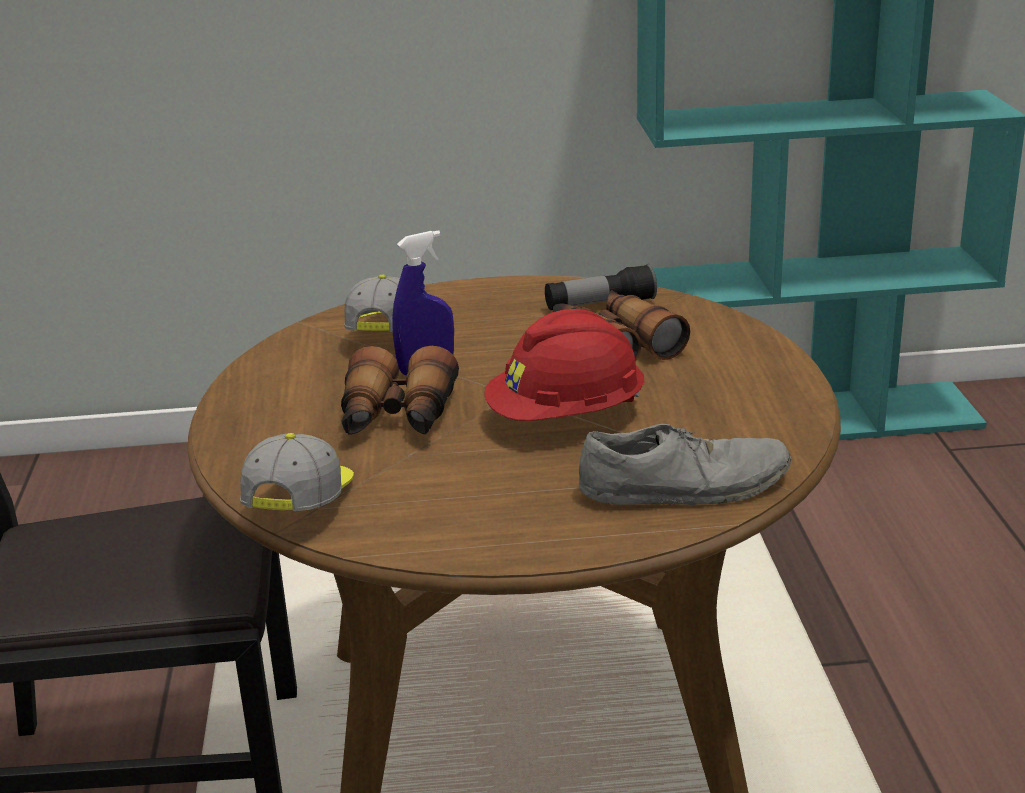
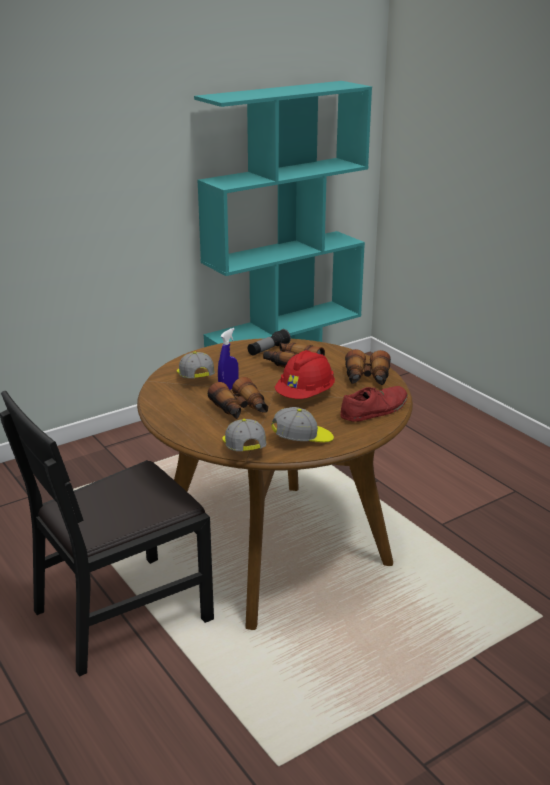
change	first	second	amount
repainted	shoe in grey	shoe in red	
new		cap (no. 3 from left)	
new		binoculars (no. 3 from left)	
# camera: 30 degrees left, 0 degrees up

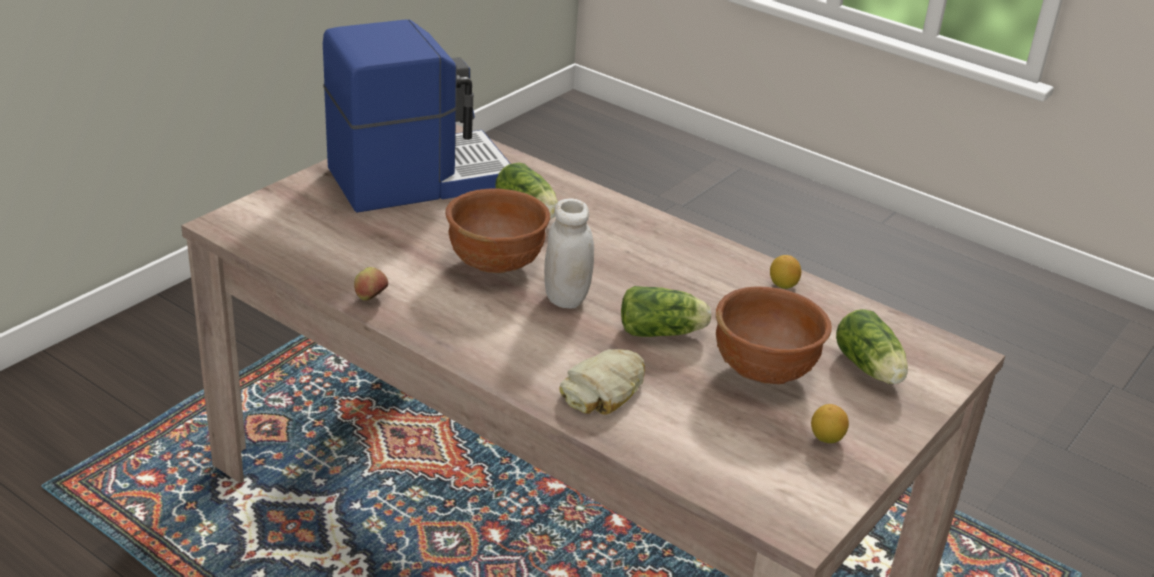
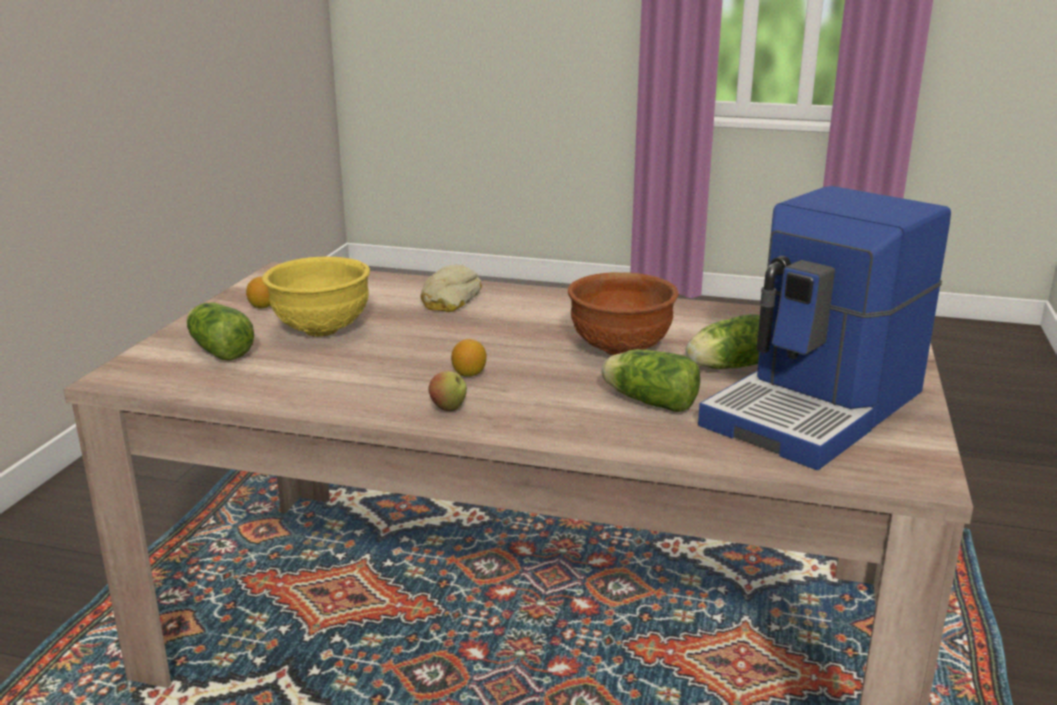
change	first	second	amount
shifted	apple		
gone	jar in white		
shifted	lettuce (no. 2 from left in the first image)	lettuce (no. 3 from left)	
repainted	bowl in brown (no. 2 from left)	bowl in yellow	
shifted	lemon (no. 1 from left in the first image)	lemon (no. 2 from left)	
# camera: 160 degrees right, 10 degrees down

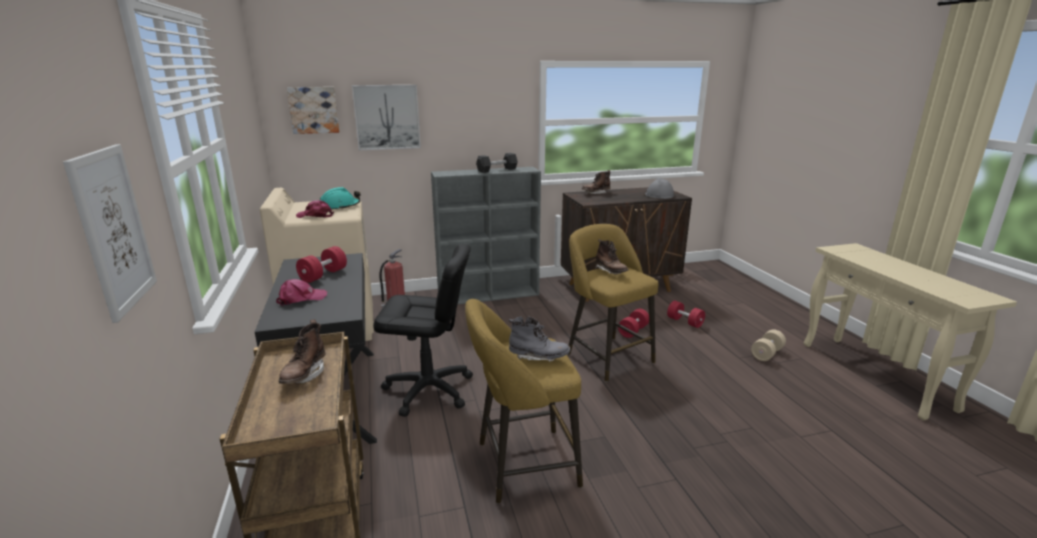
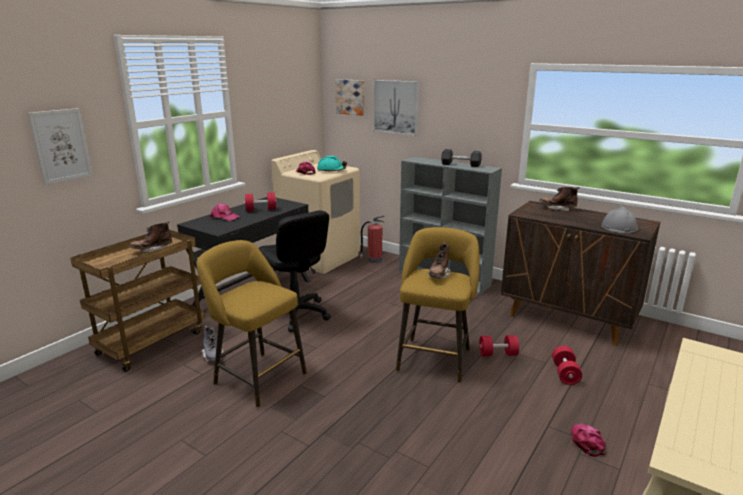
change	first	second	amount
shifted	boot in grey		
swapped	dumbbell in beige	cap in pink (no. 3 from left)	
# camera: 50 degrees right, 0 degrees up

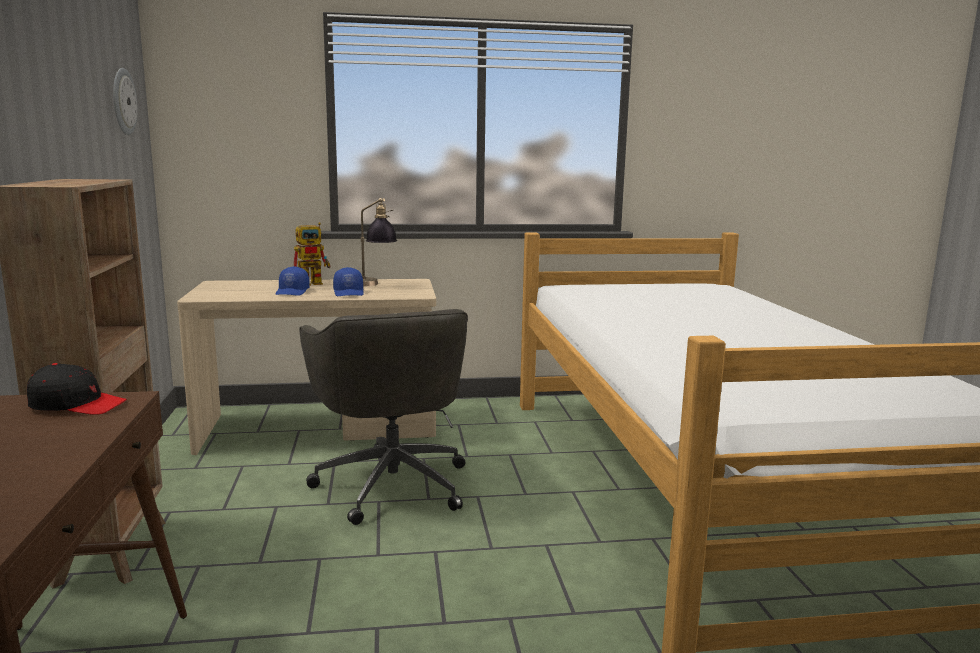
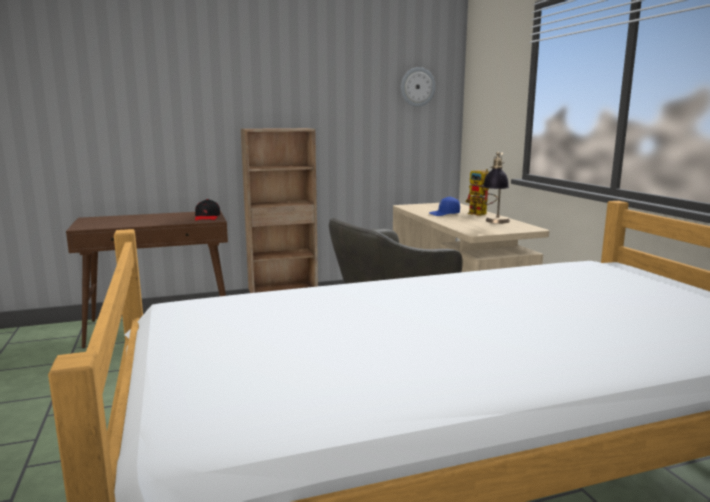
change	first	second	amount
gone	cap in blue (no. 2 from left)		
# camera: 80 degrees right, 0 degrees up

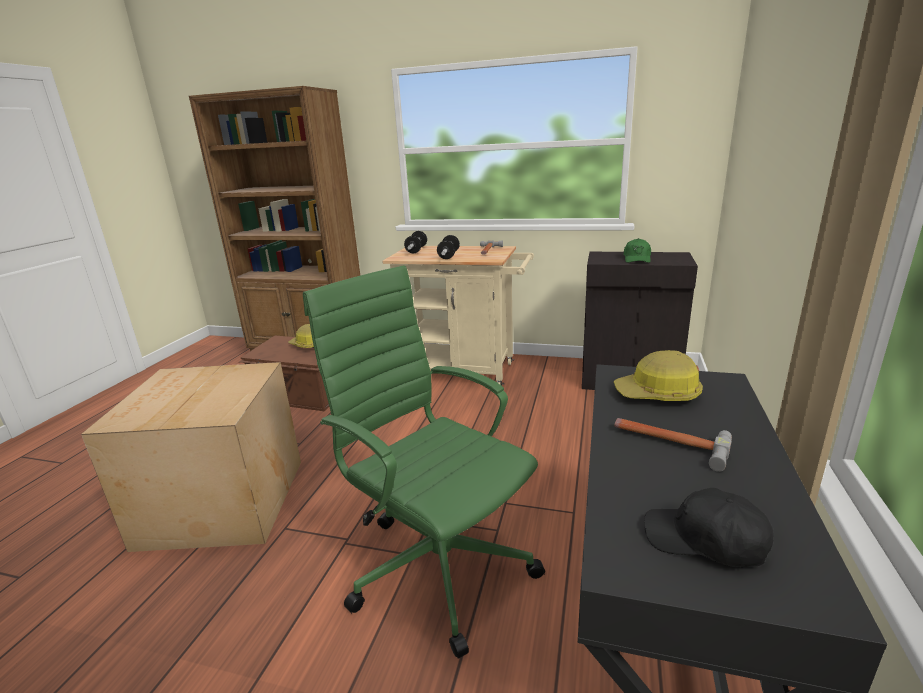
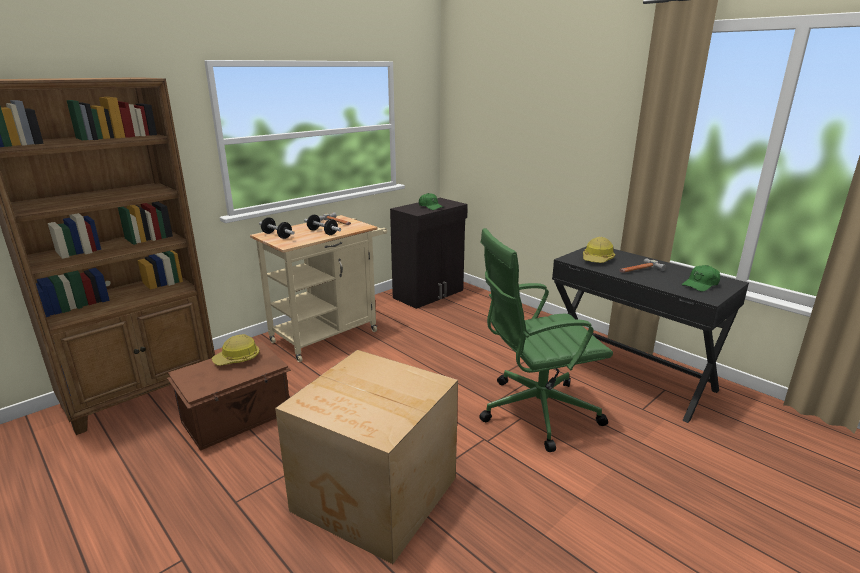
change	first	second	amount
repainted	cap in black	cap in green (no. 2 from left)	
# camera: 60 degrees left, 0 degrees up

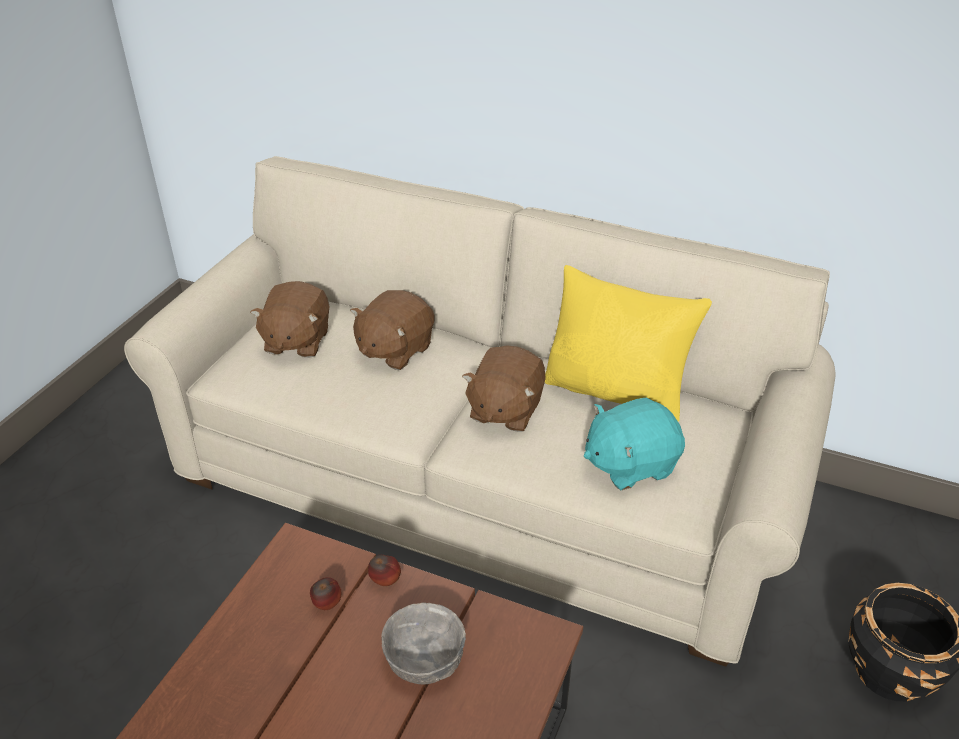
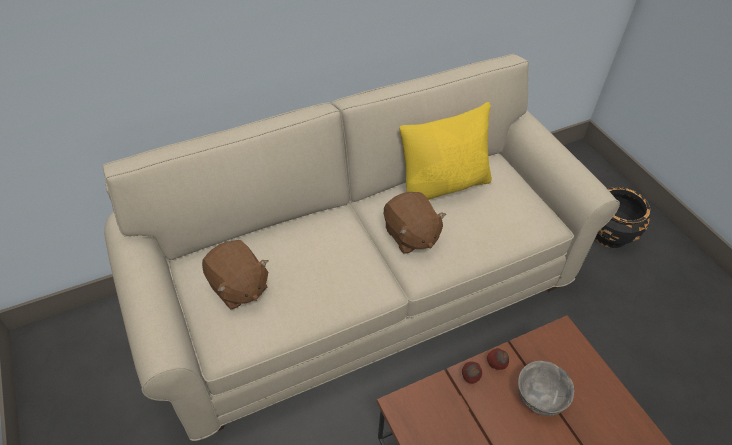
change	first	second	amount
shifted	apple (no. 1 from left in the first image)	apple (no. 2 from left)	
gone	plush toy in brown (no. 2 from left)		
gone	plush toy in turquoise		
# camera: 50 degrees left, 10 degrees up

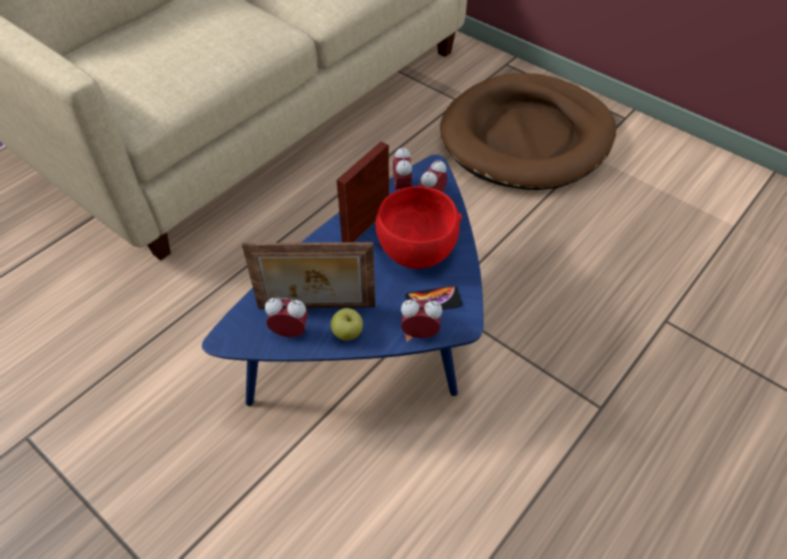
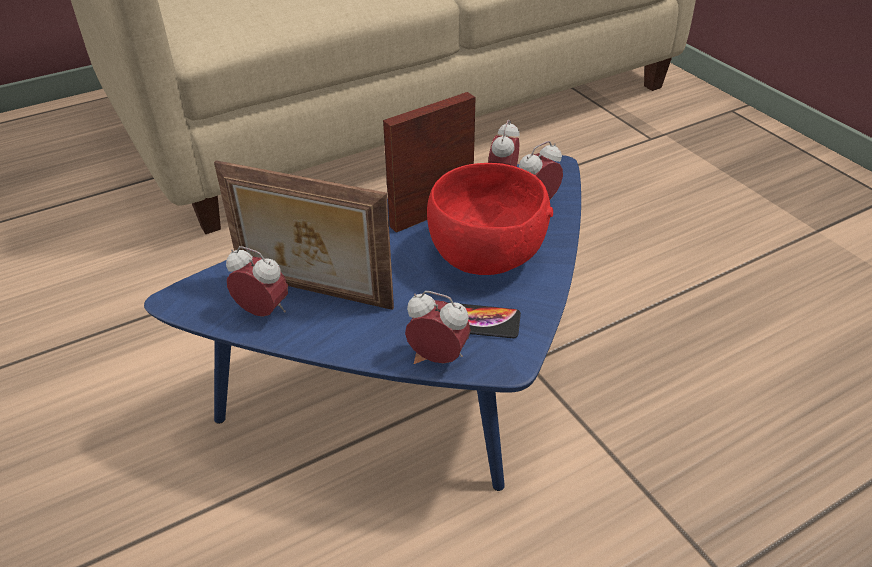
change	first	second	amount
gone	apple		
gone	dog bed in brown		
# camera: 20 degrees right, 10 degrees down

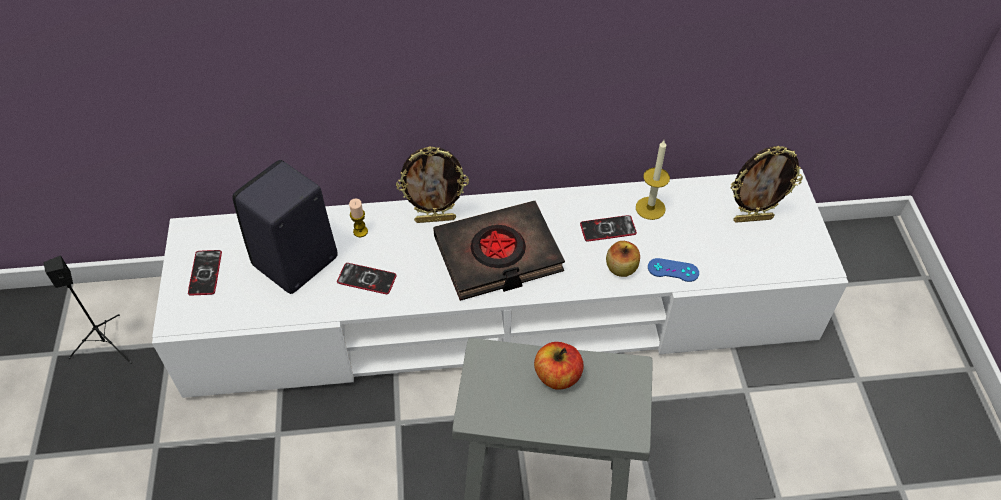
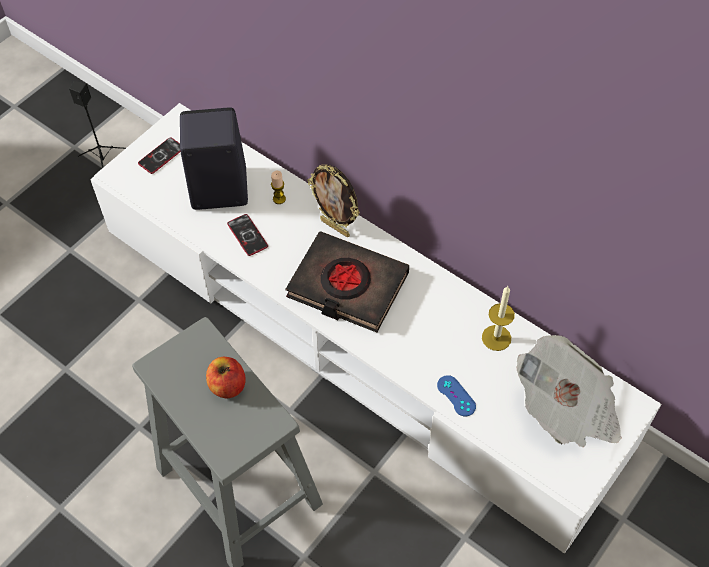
change	first	second	amount
gone	phone (no. 3 from left)		
gone	apple (no. 2 from left)		
swapped	picture frame (no. 2 from left)	newspaper	
# camera: 45 degrees right, 5 degrees up

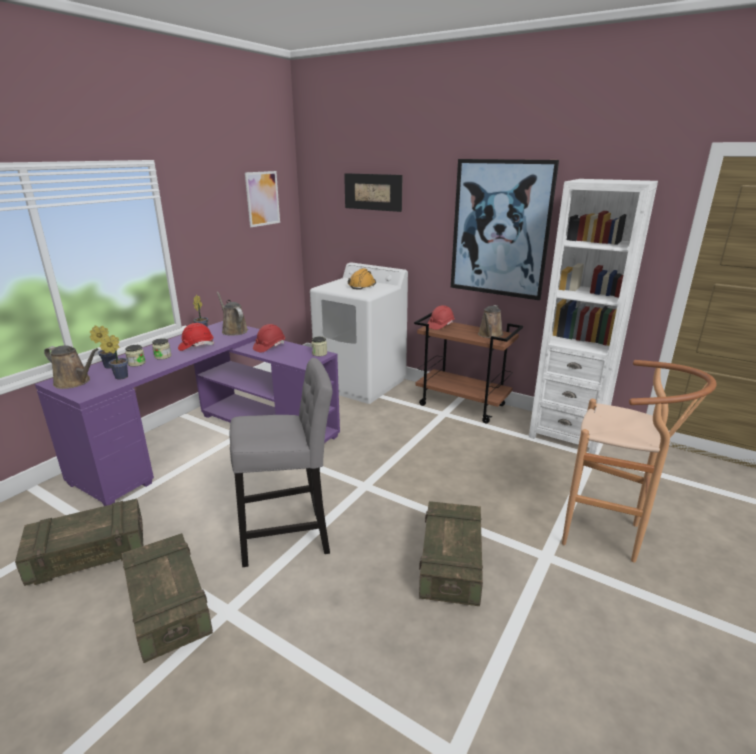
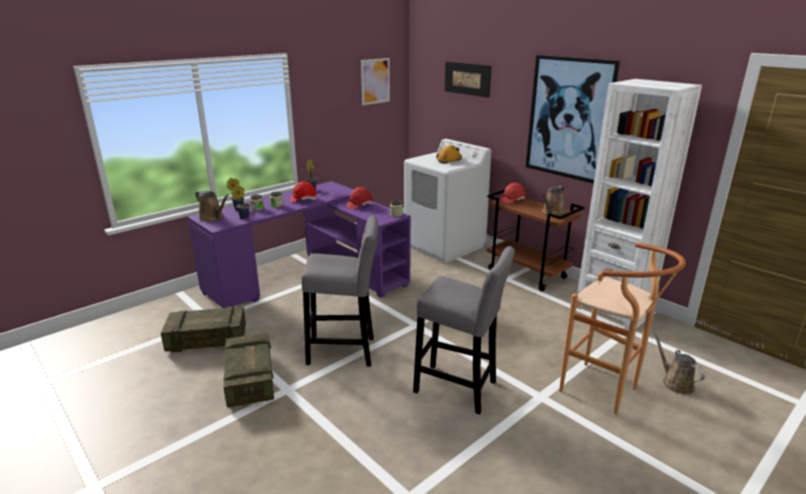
change	first	second	amount
shifted	watering can in brown (no. 2 from left in the first image)	watering can in brown (no. 3 from left)	
swapped	crate (no. 3 from left)	stool in grey (no. 2 from left)	
# camera: 15 degrees right, 0 degrees up

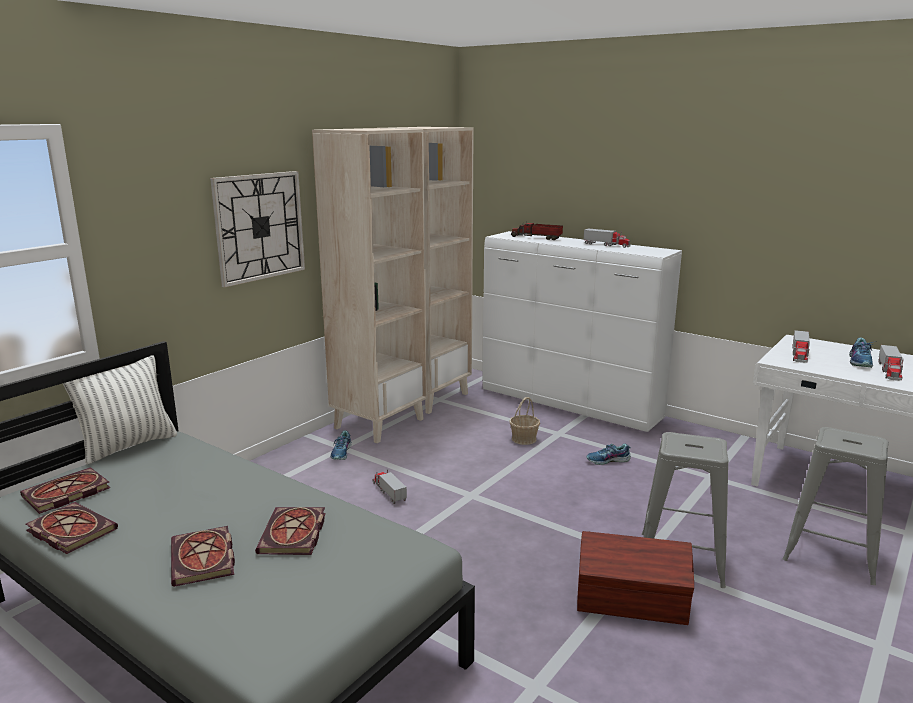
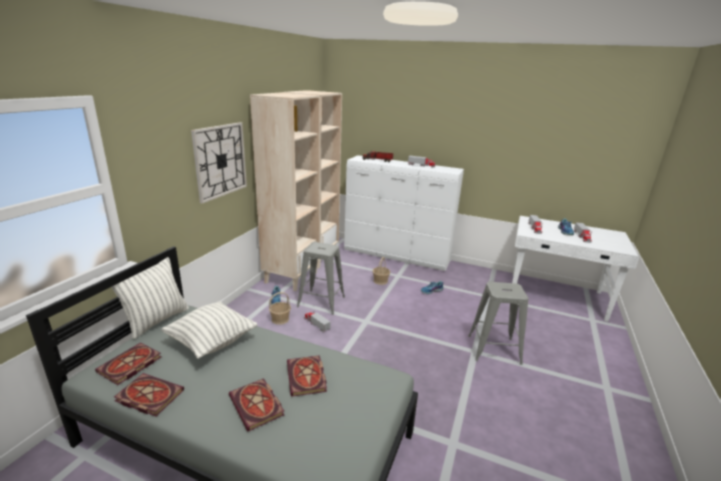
change	first	second	amount
gone	storage box in brown		
shifted	stool in grey (no. 2 from left in the first image)	stool in grey (no. 1 from left)	
new		pillow (no. 2 from left)	
new		basket (no. 1 from left)	
# camera: 15 degrees left, 5 degrees up

